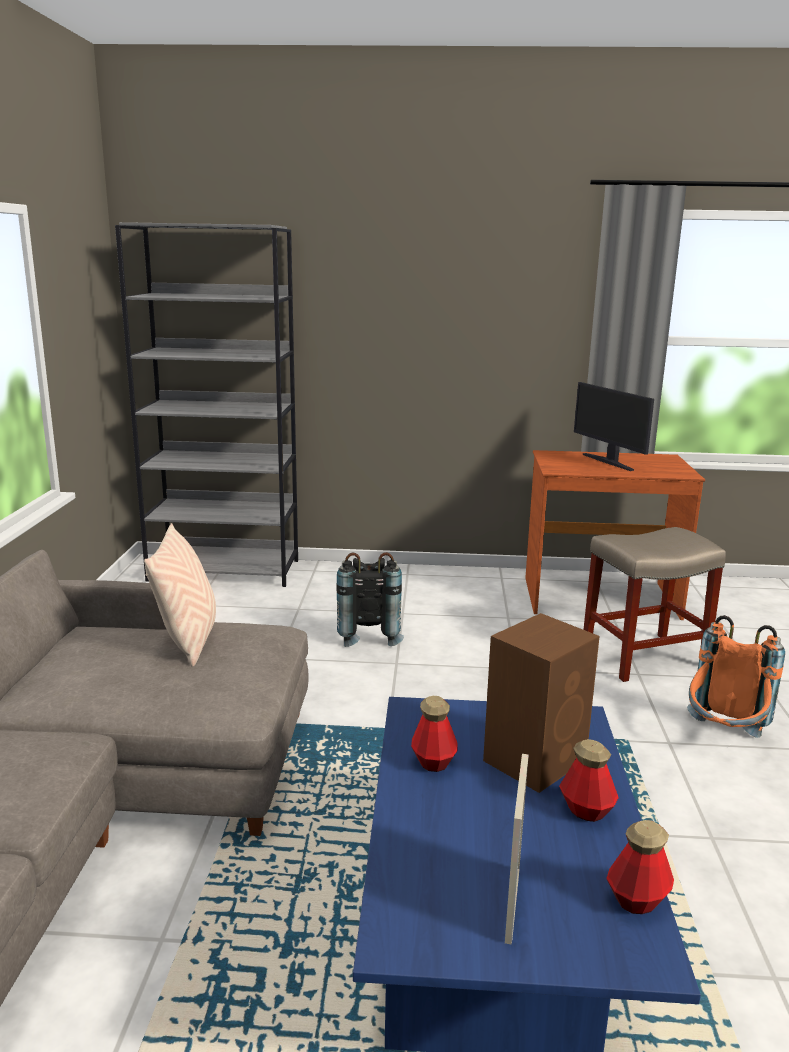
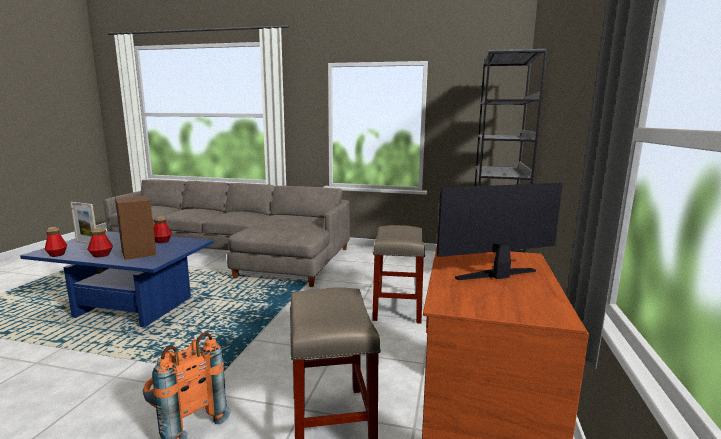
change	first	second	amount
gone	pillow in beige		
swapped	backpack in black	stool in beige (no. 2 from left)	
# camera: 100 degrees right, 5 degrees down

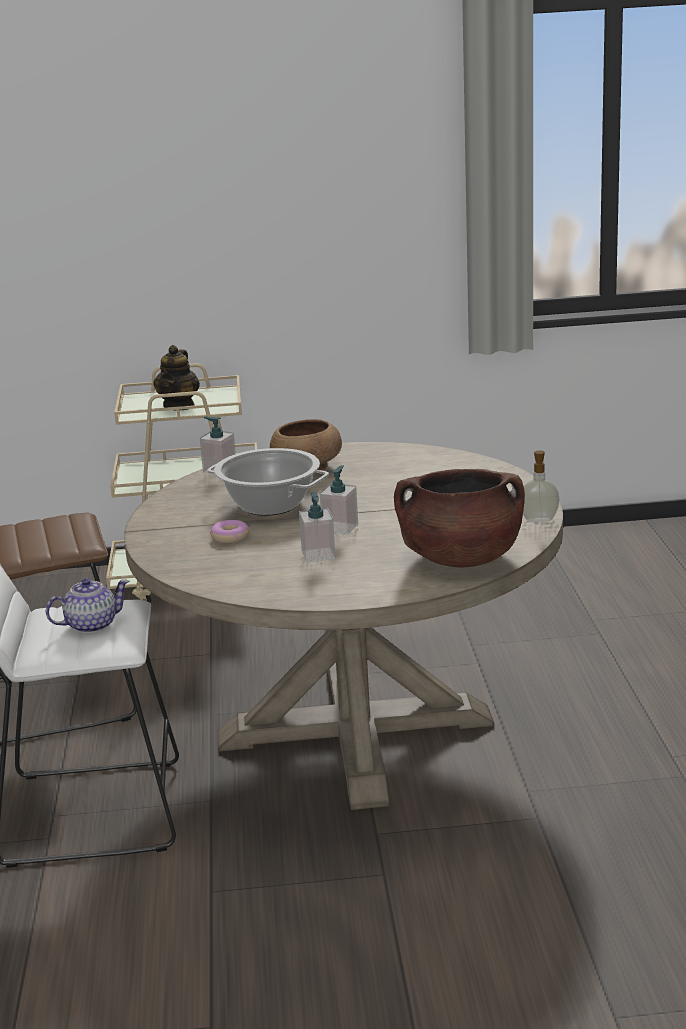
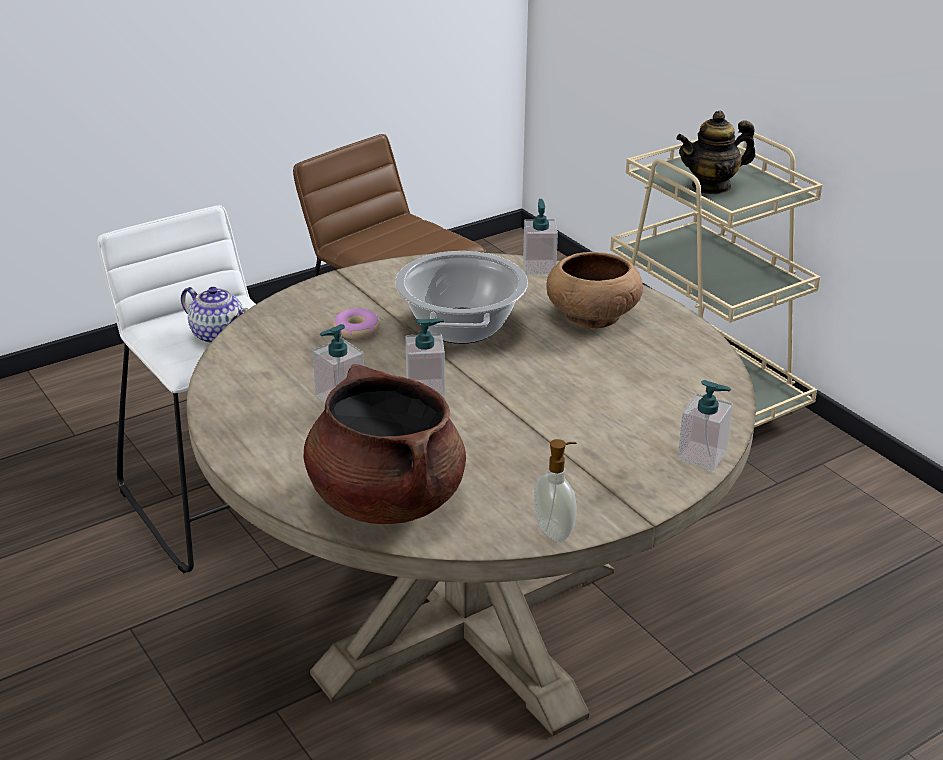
change	first	second	amount
new		soap dispenser (no. 5 from left)	
# camera: 60 degrees right, 10 degrees up

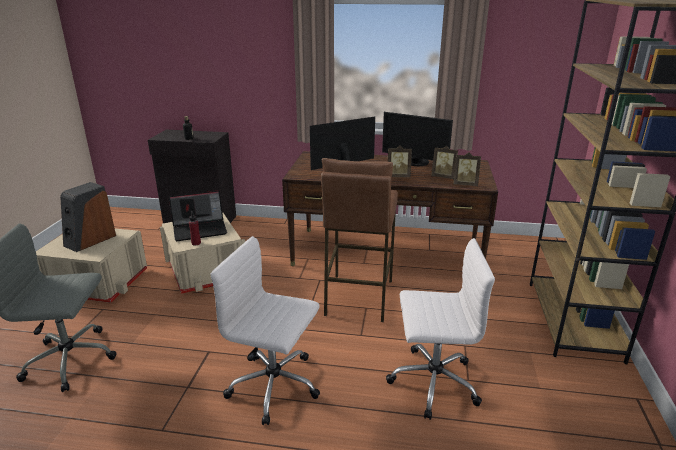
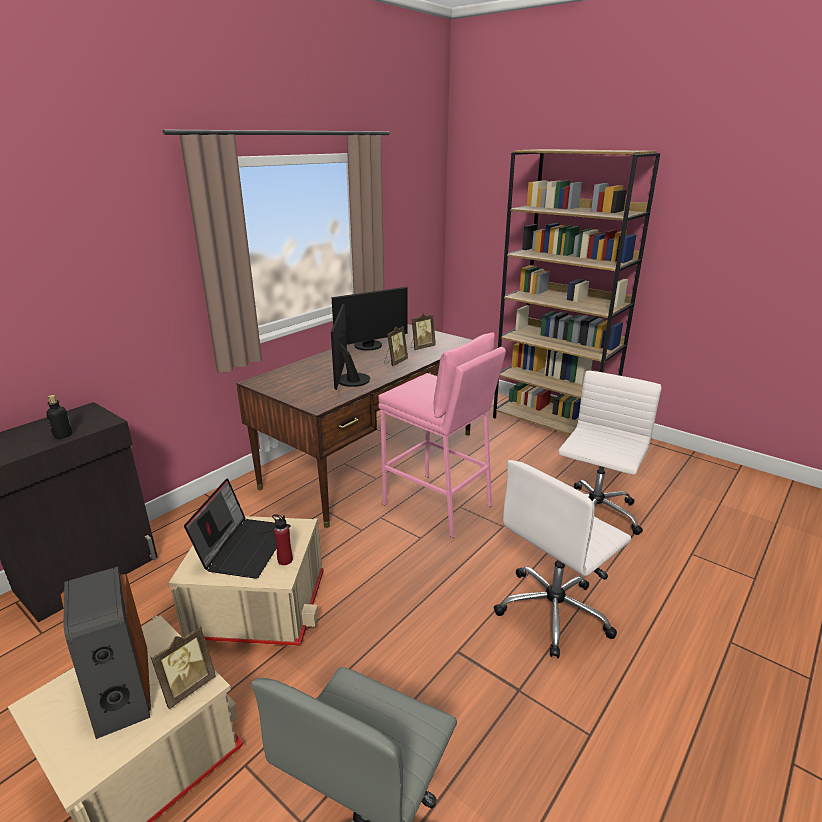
change	first	second	amount
repainted	stool in brown	stool in pink	
shifted	picture frame (no. 3 from left in the first image)	picture frame (no. 1 from left)	
# camera: 60 degrees left, 0 degrees up

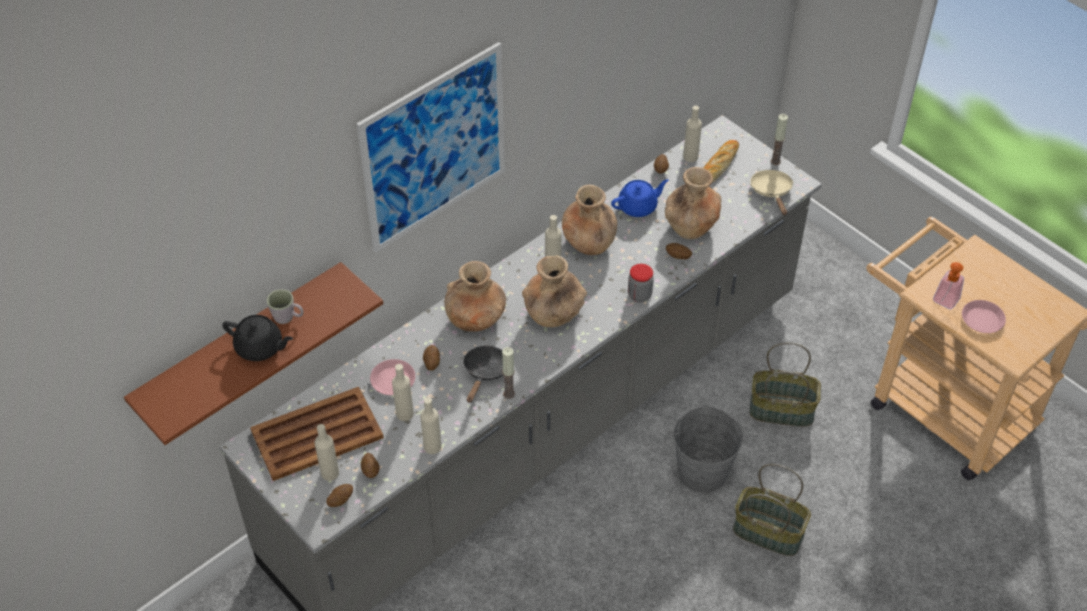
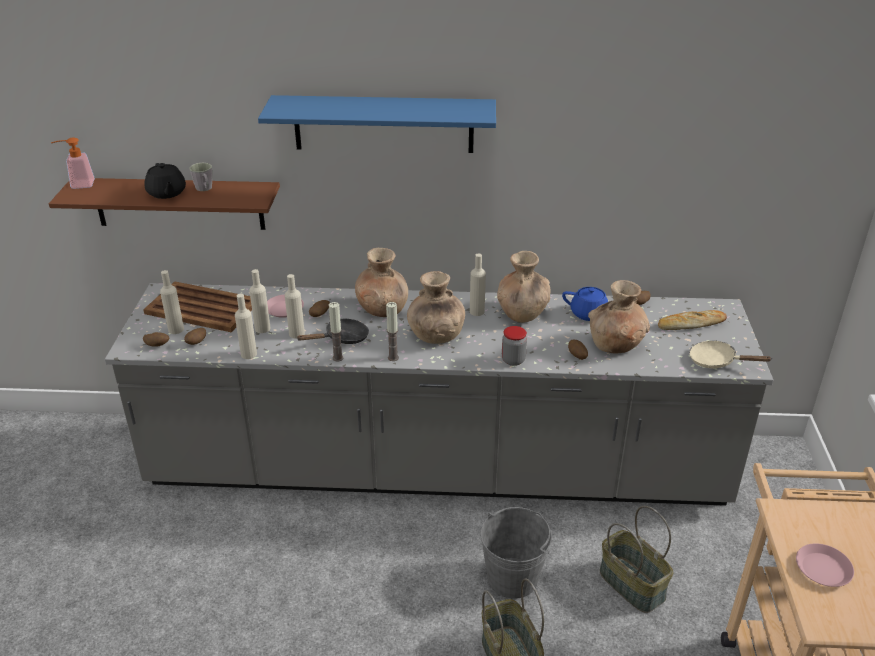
change	first	second	amount
swapped	picture	shelf in blue	
shifted	bottle in beige (no. 5 from left in the first image)	bottle in beige (no. 4 from left)	
rotated	frying pan in beige		105 degrees counterclockwise
shifted	candle (no. 2 from left)		
shifted	soap dispenser		
# camera: 45 degrees right, 15 degrees down

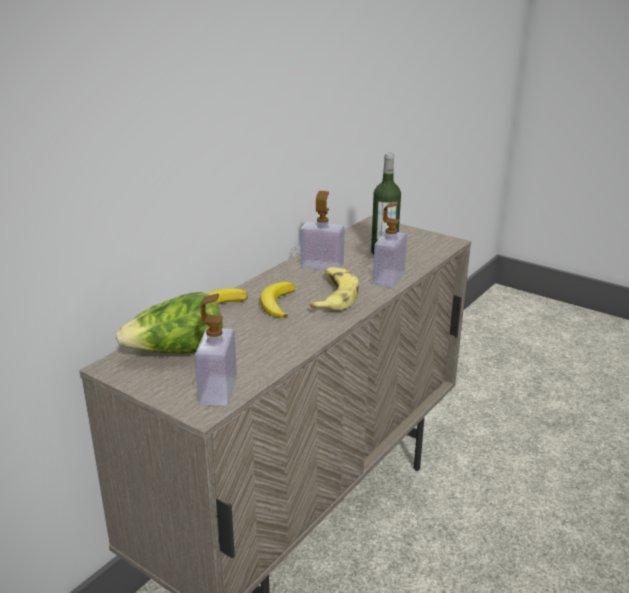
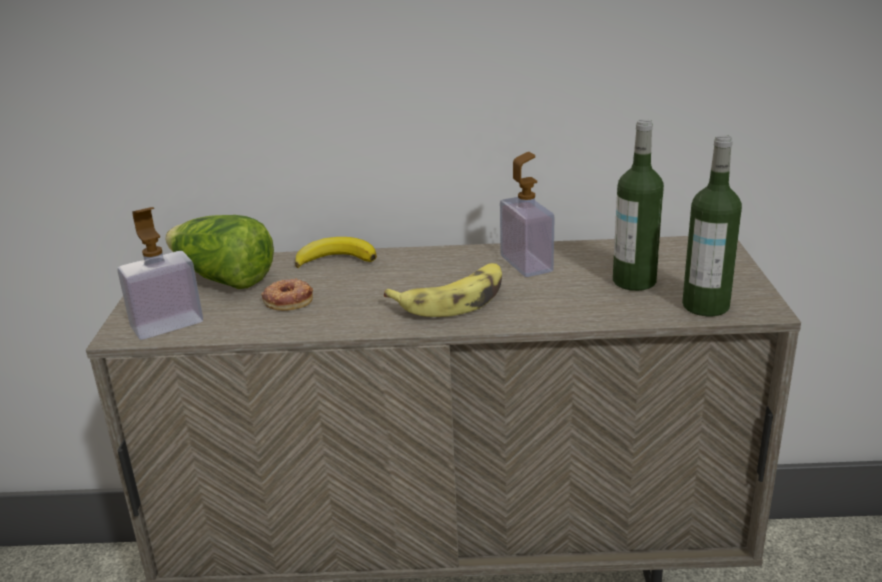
change	first	second	amount
gone	banana (no. 2 from left)		
gone	soap dispenser (no. 3 from left)		
new		donut	
new		bottle (no. 2 from left)	
# camera: 55 degrees right, 0 degrees up

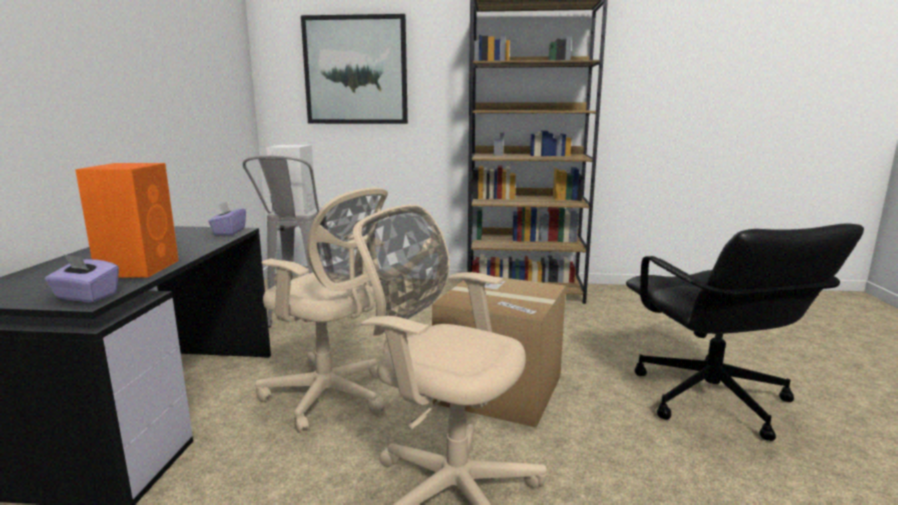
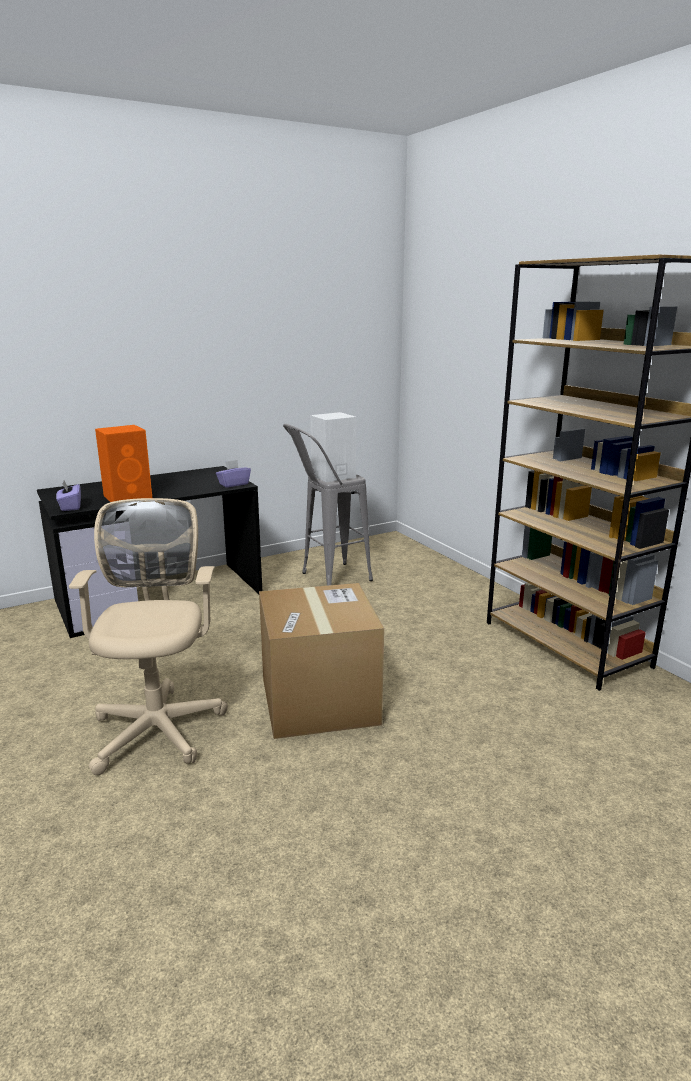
change	first	second	amount
gone	office chair in beige (no. 1 from left)		
gone	picture		
gone	office chair in black		
# camera: 55 degrees right, 5 degrees up

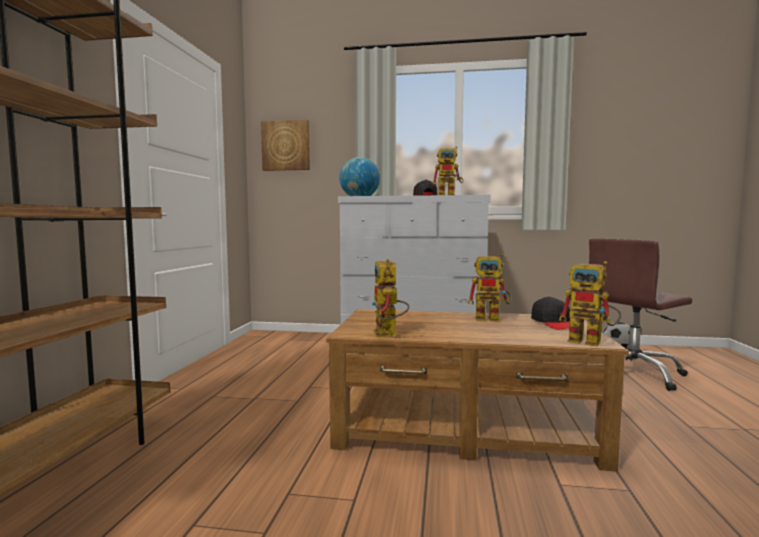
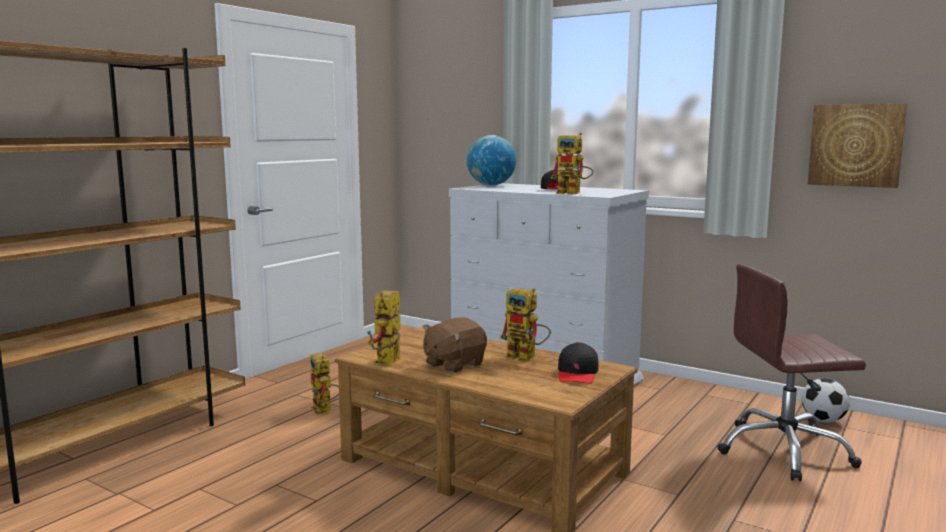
change	first	second	amount
shifted	picture		
shifted	toy robot (no. 4 from left in the first image)	toy robot (no. 1 from left)	
new		plush toy in brown	
# camera: 25 degrees right, 5 degrees up

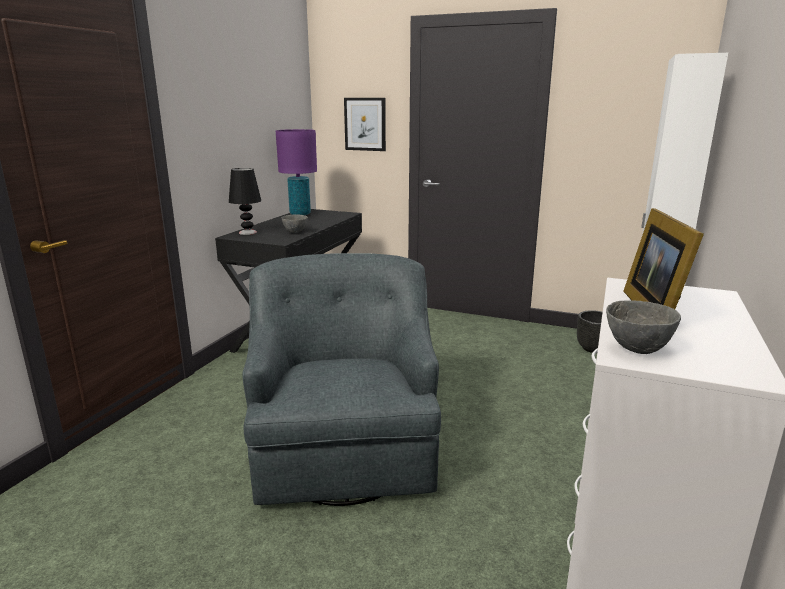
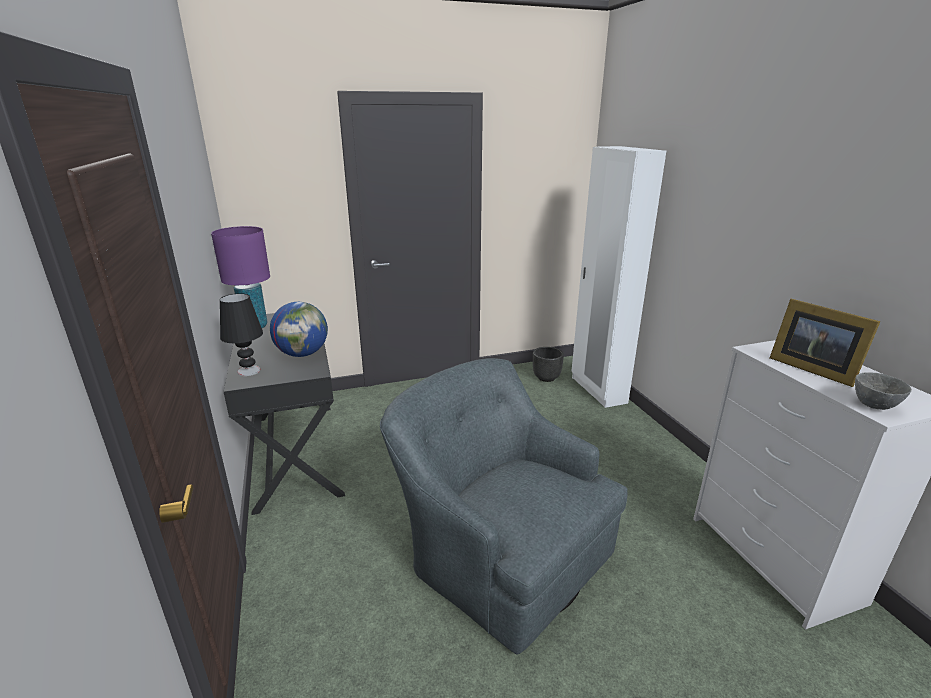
change	first	second	amount
swapped	bowl in grey (no. 1 from left)	globe	
gone	picture		
# camera: 40 degrees left, 5 degrees up

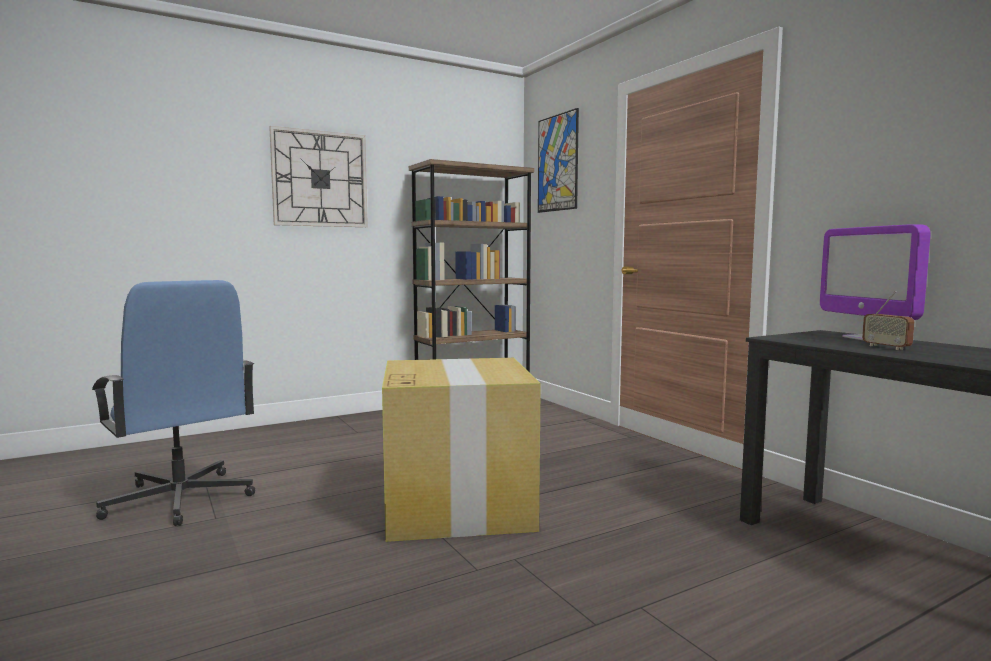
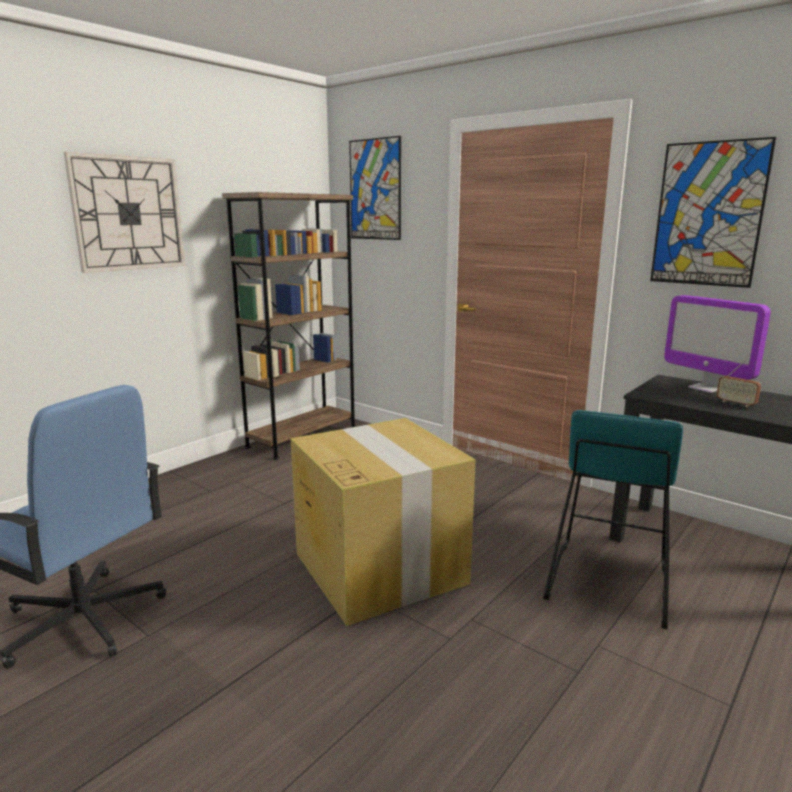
change	first	second	amount
new		stool in turquoise	
new		picture (no. 2 from left)	
# camera: 20 degrees left, 10 degrees up

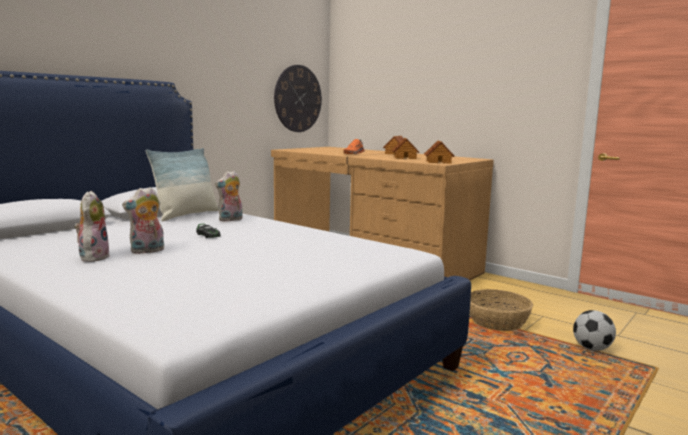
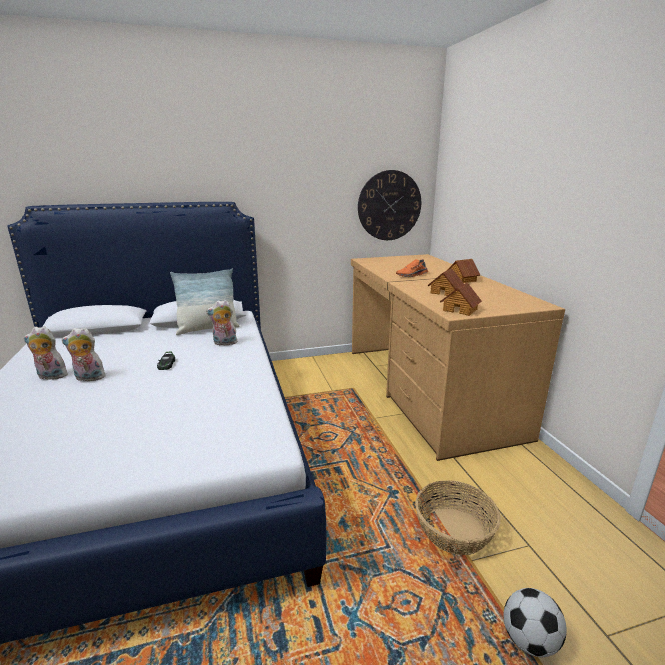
change	first	second	amount
rotated	plush toy (no. 1 from left)		120 degrees counterclockwise
# camera: 35 degrees right, 10 degrees up

